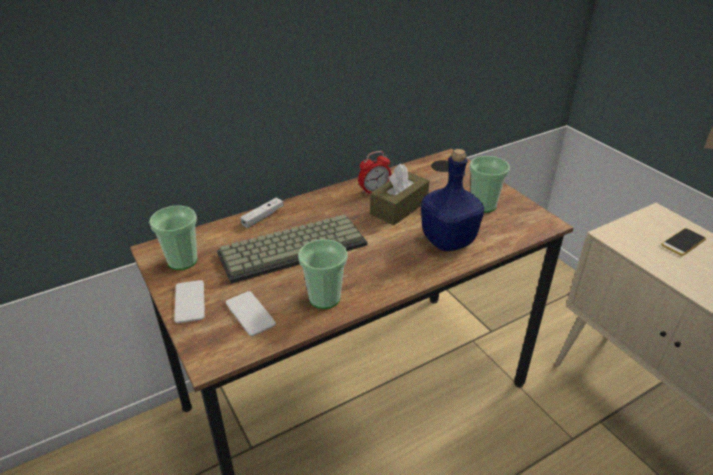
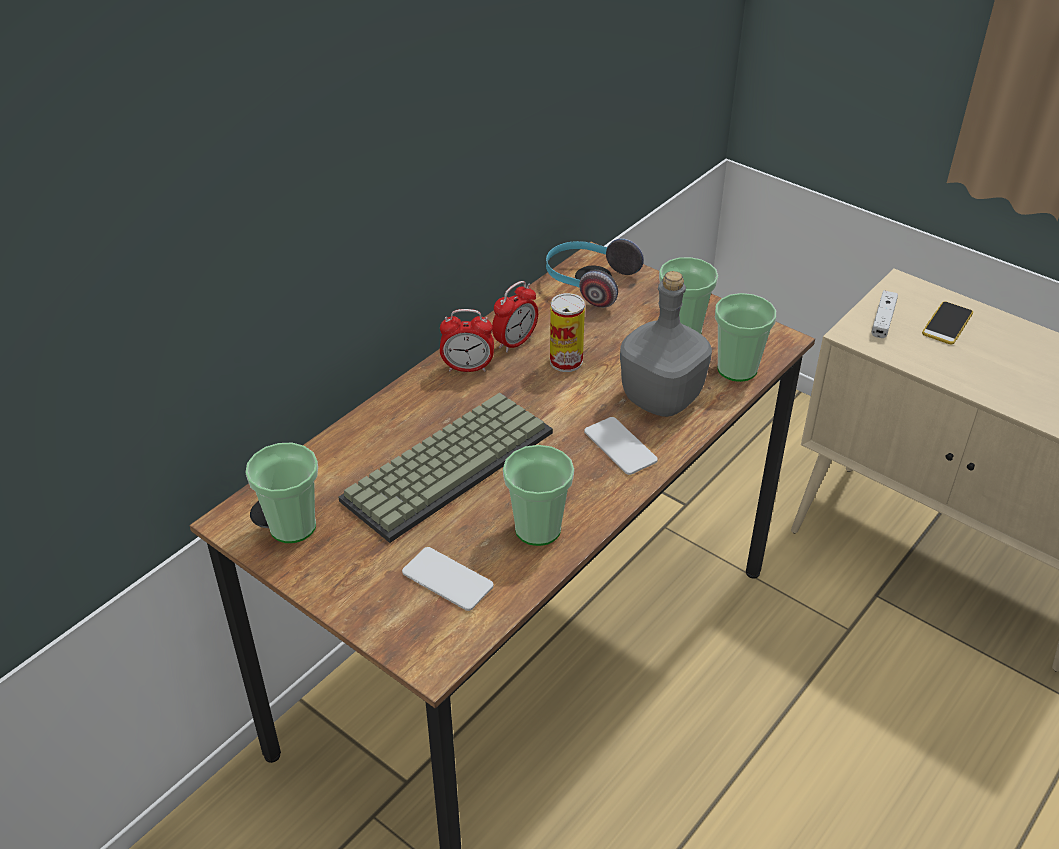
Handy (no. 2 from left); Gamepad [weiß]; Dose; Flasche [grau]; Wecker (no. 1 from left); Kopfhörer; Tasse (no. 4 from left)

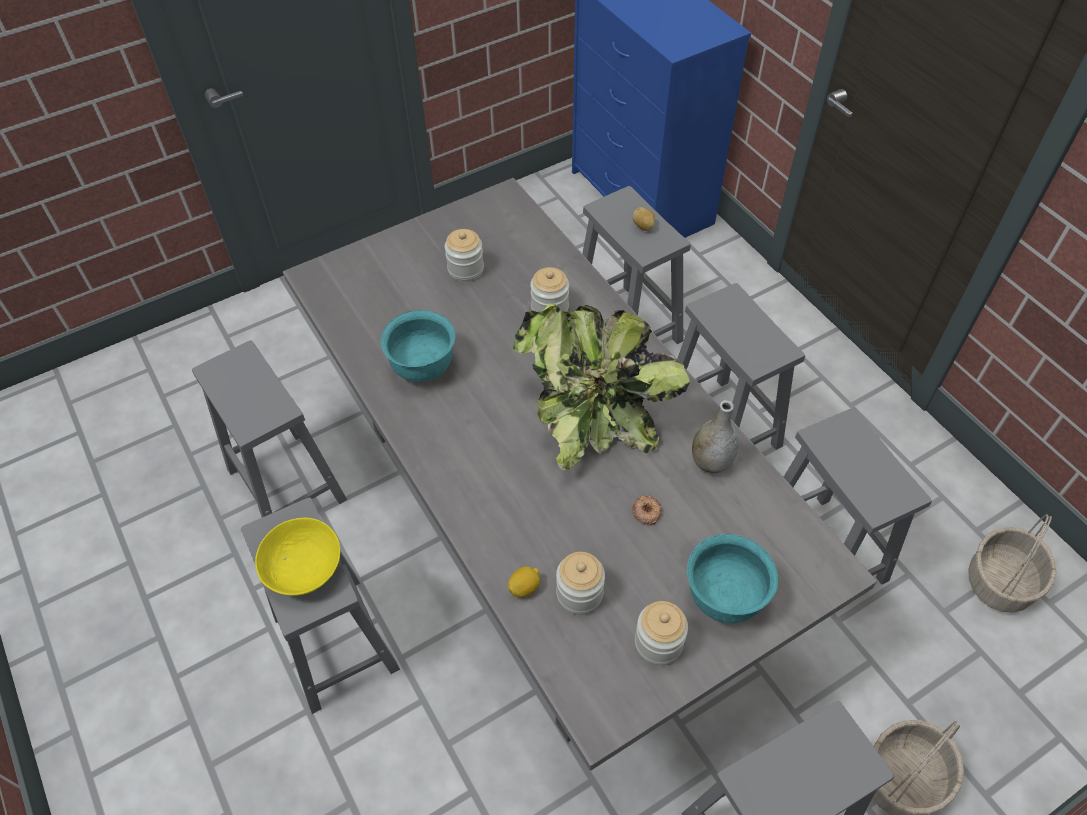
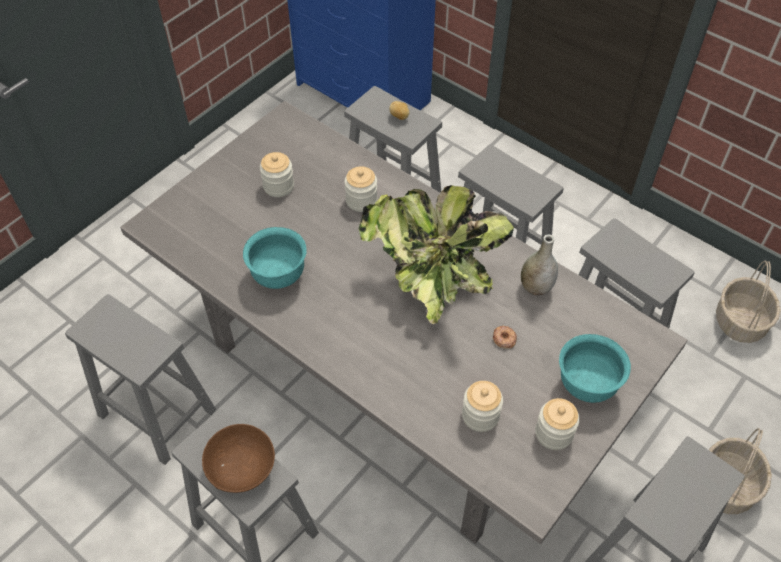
Schüssel [braun]; Zitrone

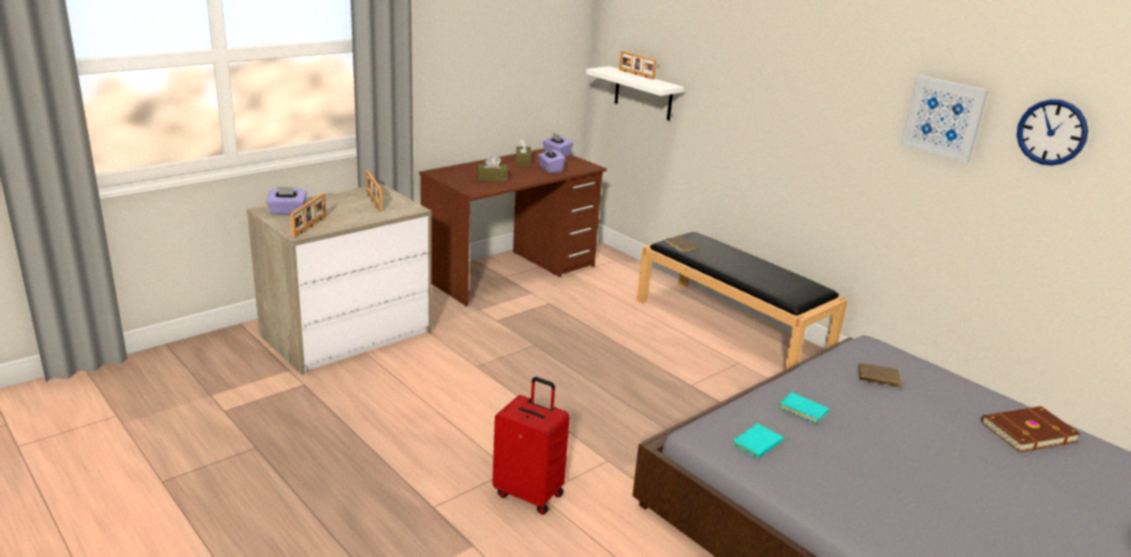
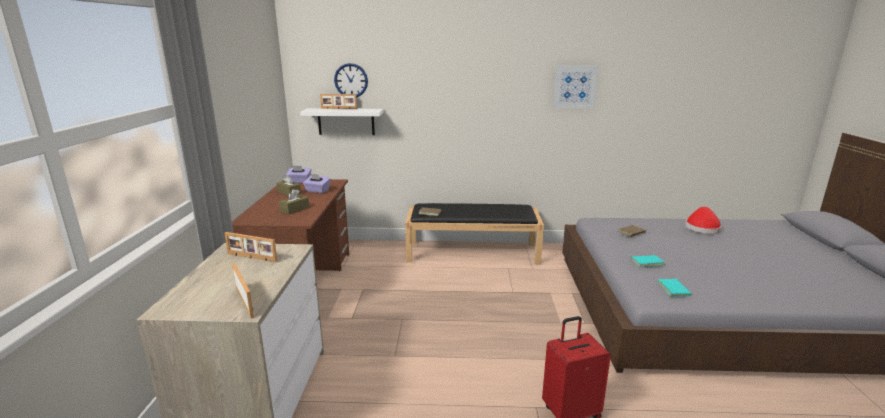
Taschentuchbox [lila] (no. 1 from left in the first image); Hut [rot]; Wanduhr

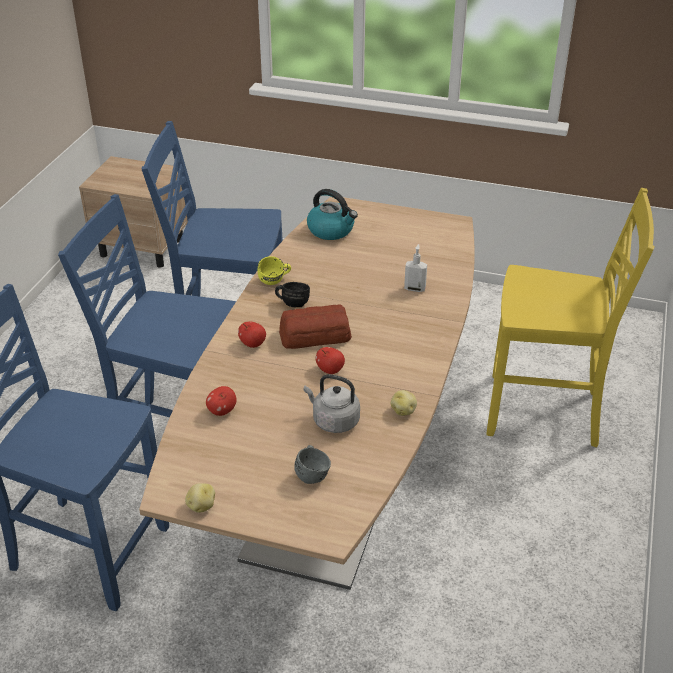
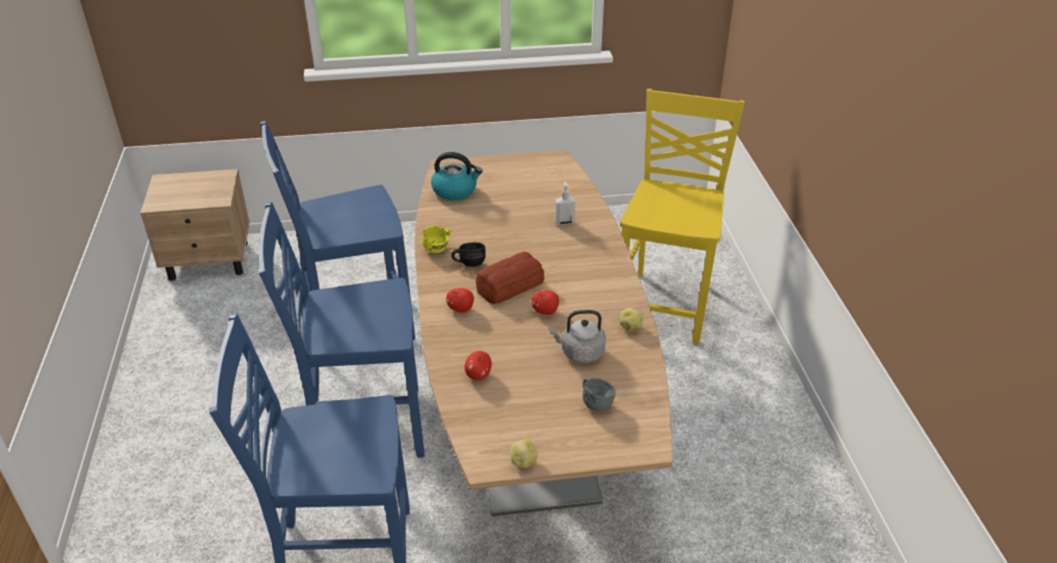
Stuhl [gelb]

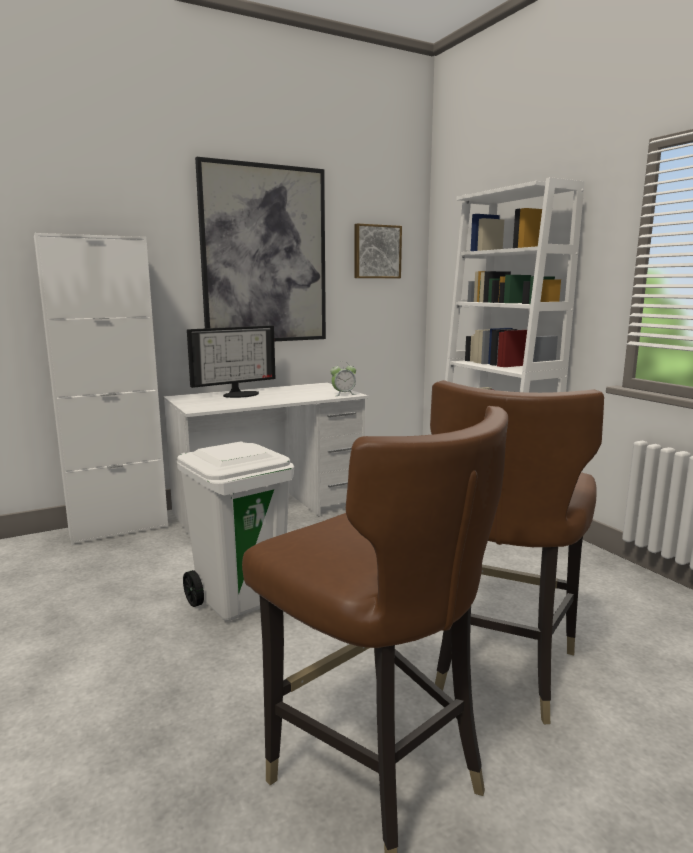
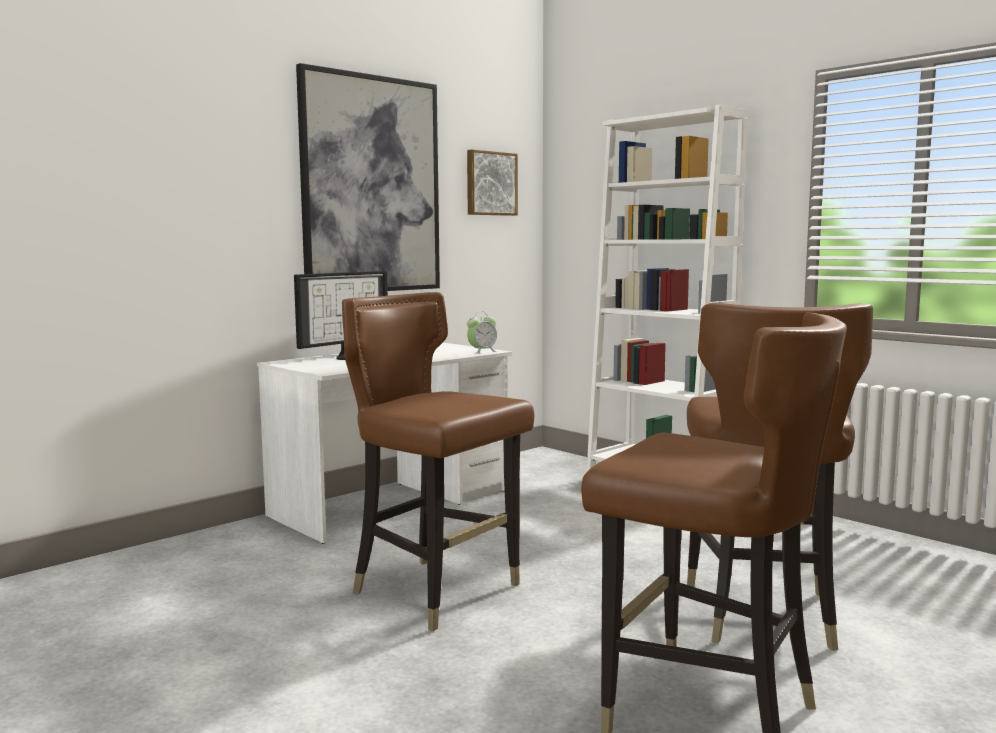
Schrank [weiß]; Stuhl [braun] (no. 1 from left)

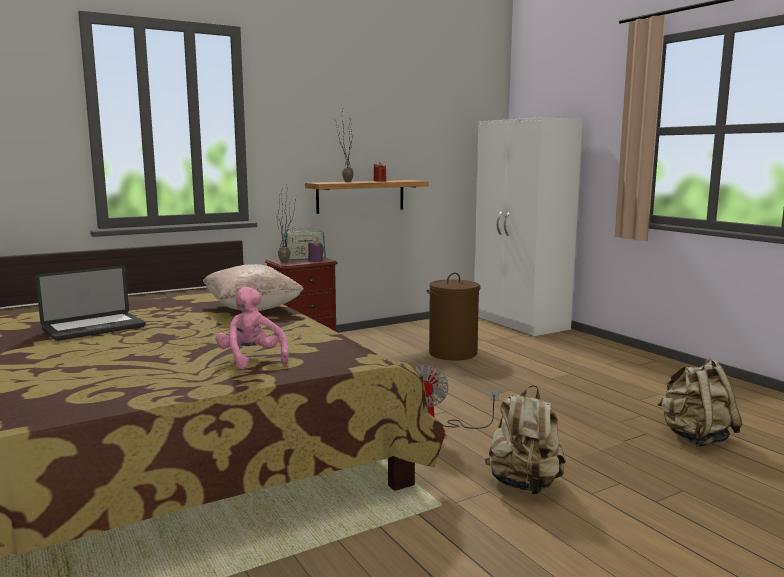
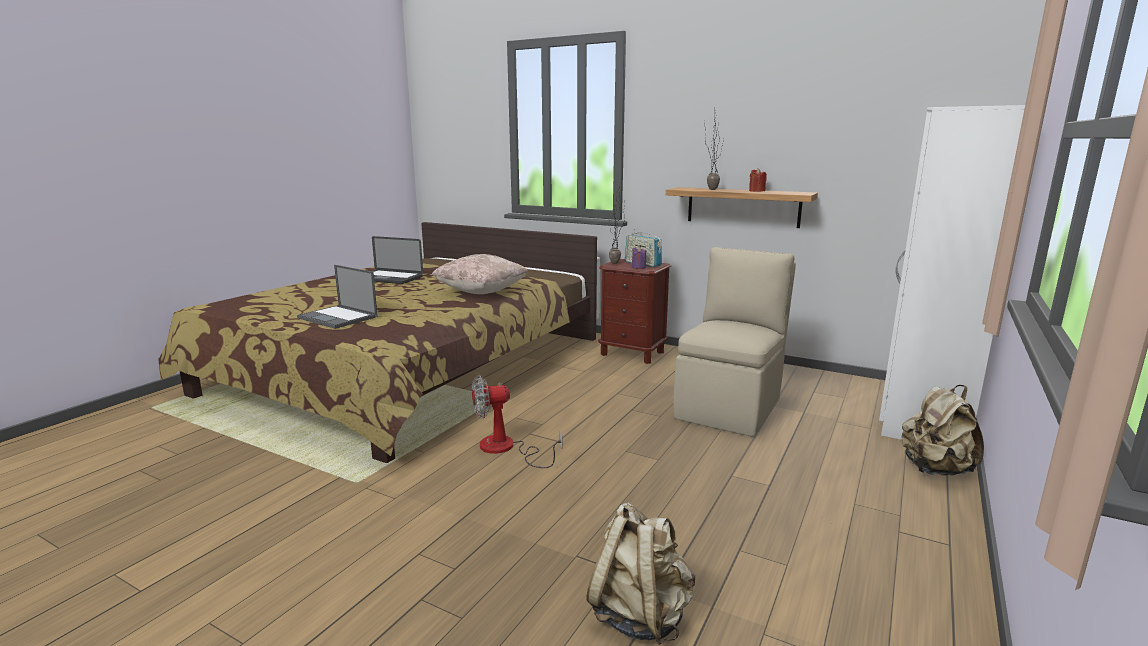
Laptop (no. 1 from left); Stuhl [beige]; Rucksack [beige] (no. 2 from left)

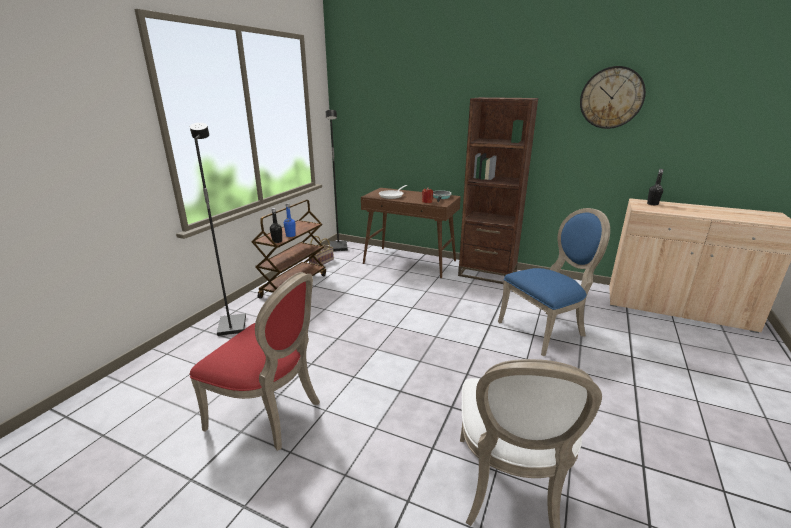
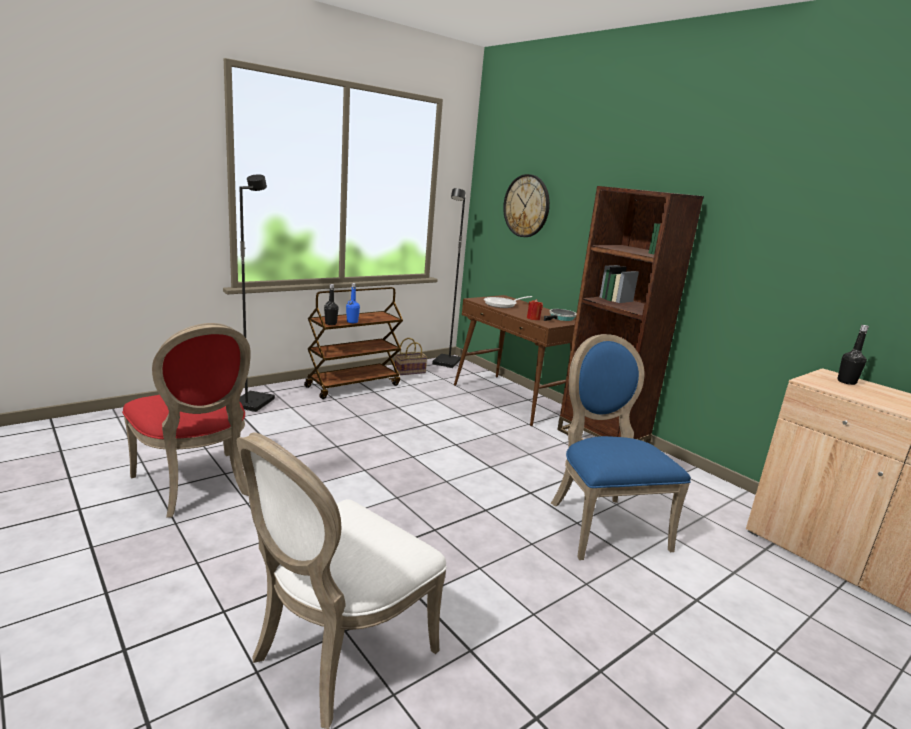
Stuhl [blau]; Wanduhr

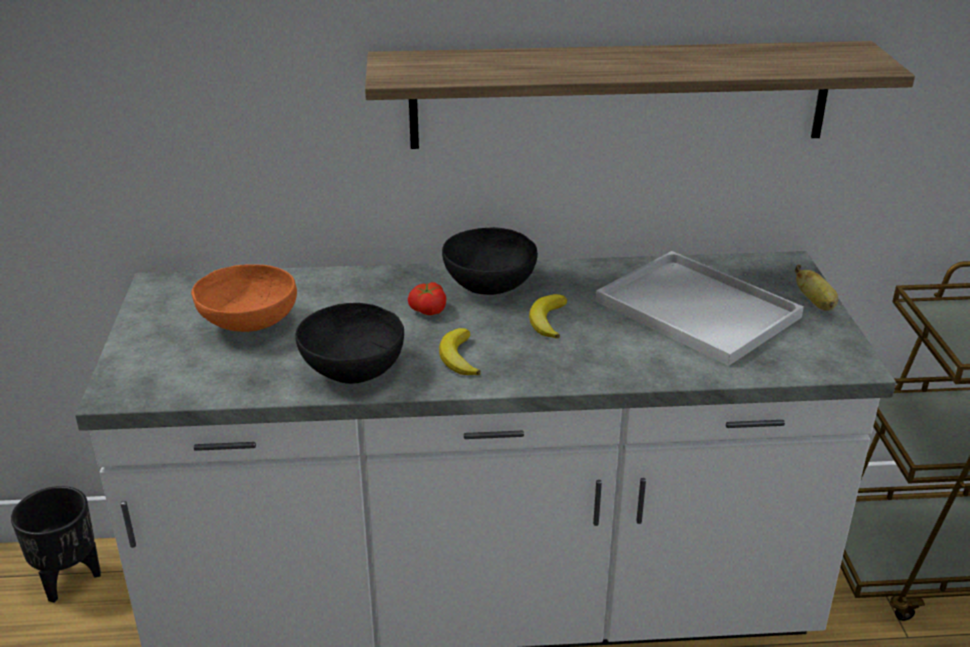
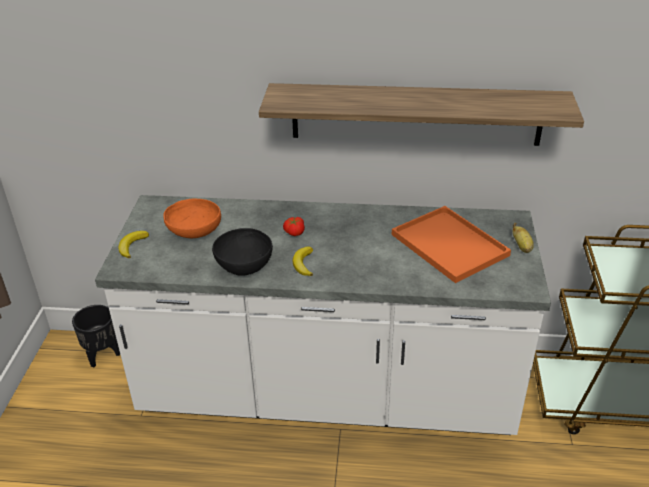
Schüssel [schwarz] (no. 2 from left in the first image); Banane (no. 1 from left); Tablett [orange]

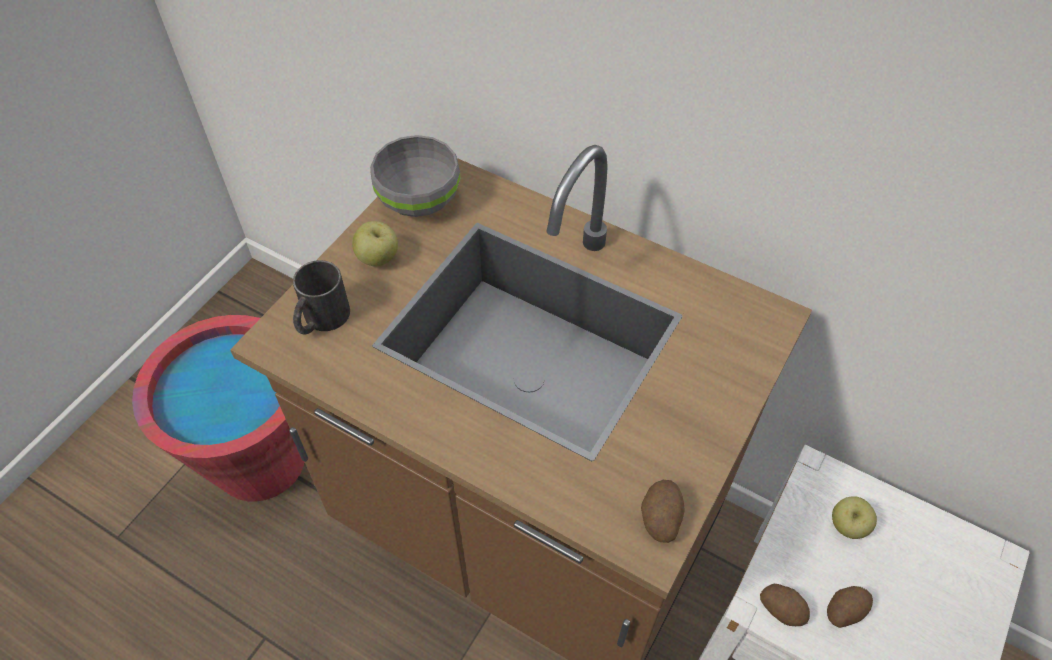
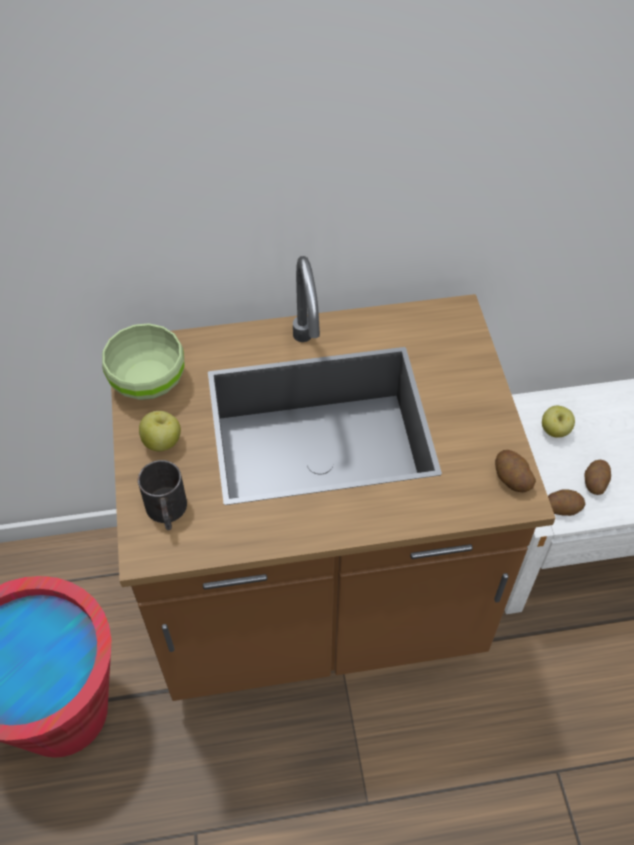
Schüssel [grün]

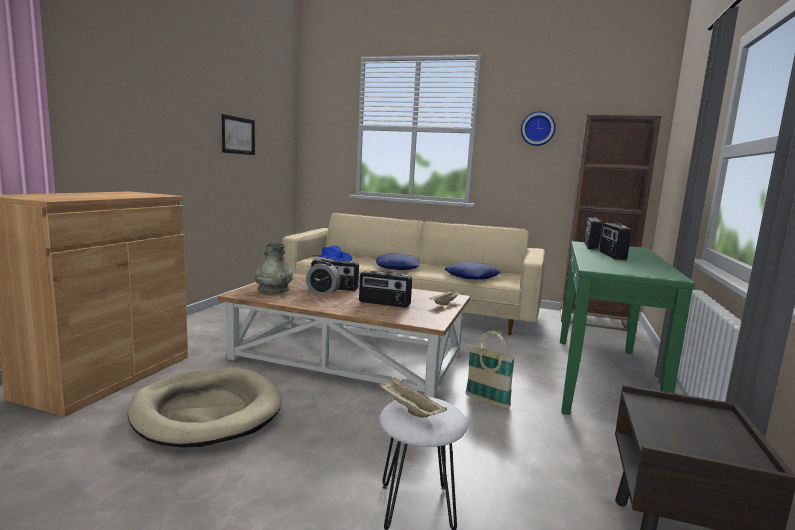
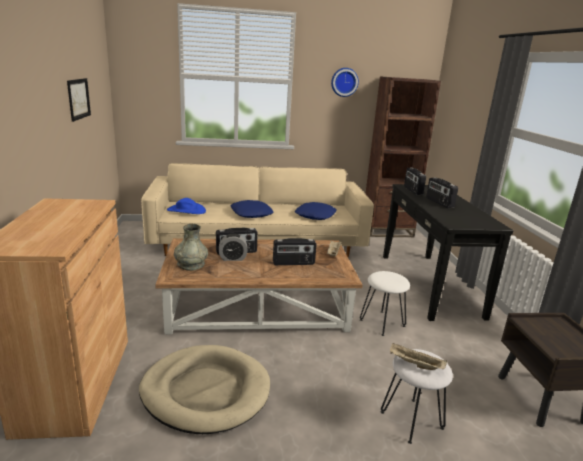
Hocker [weiß] (no. 1 from left); Konsolentisch [schwarz]

